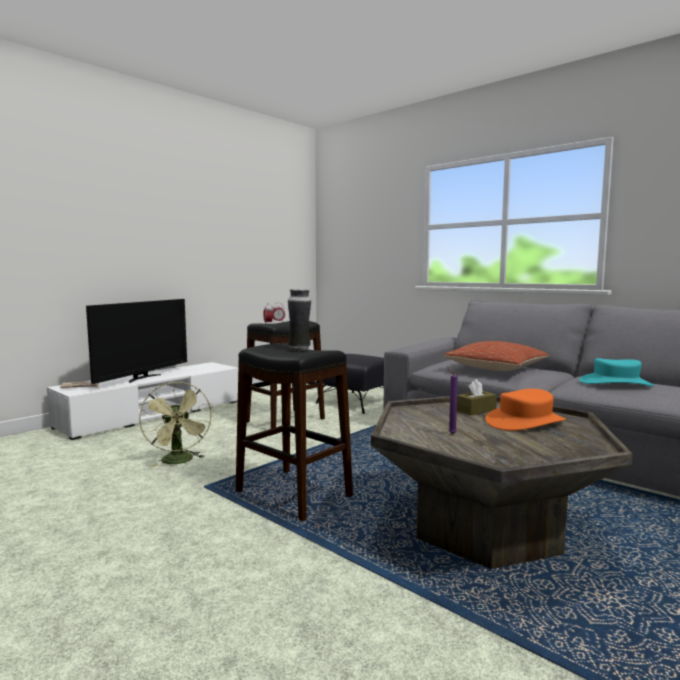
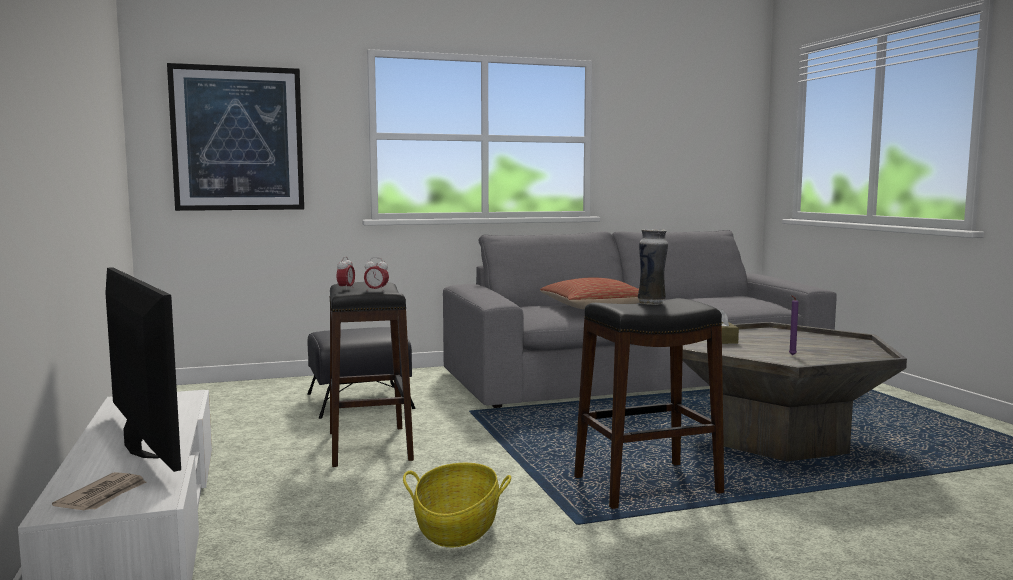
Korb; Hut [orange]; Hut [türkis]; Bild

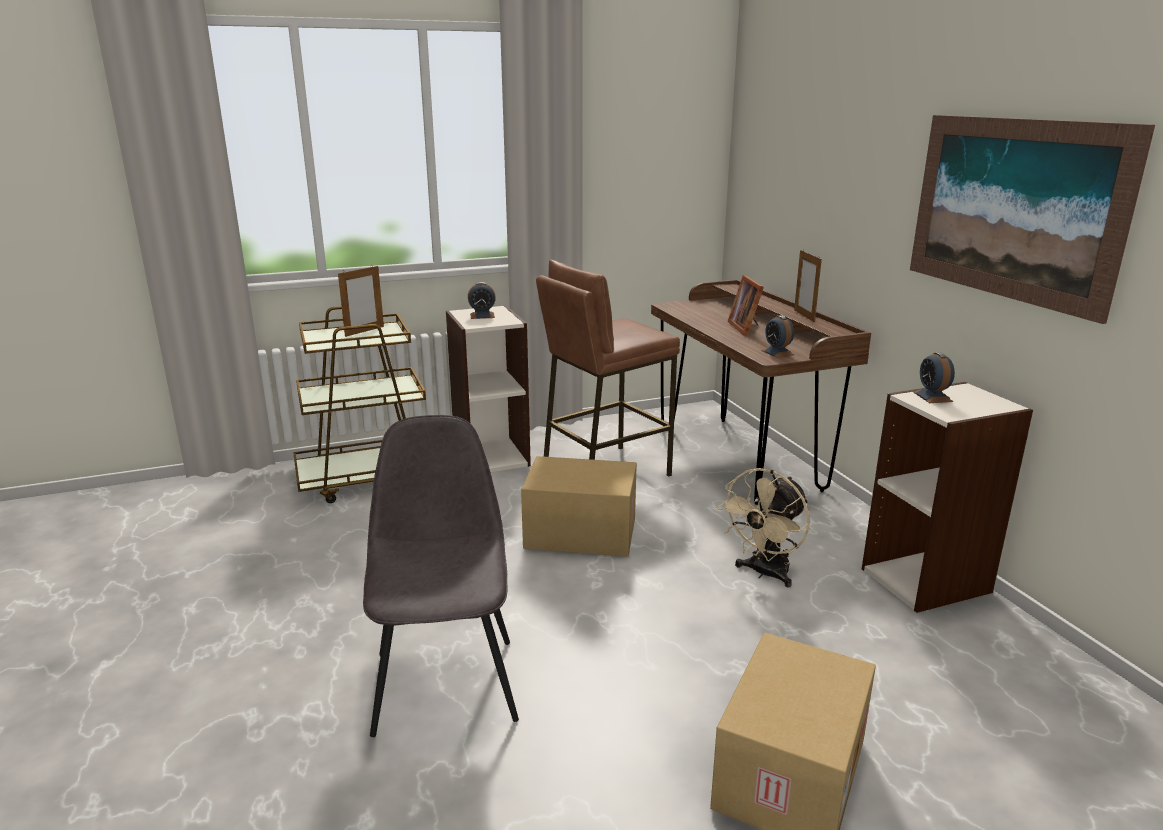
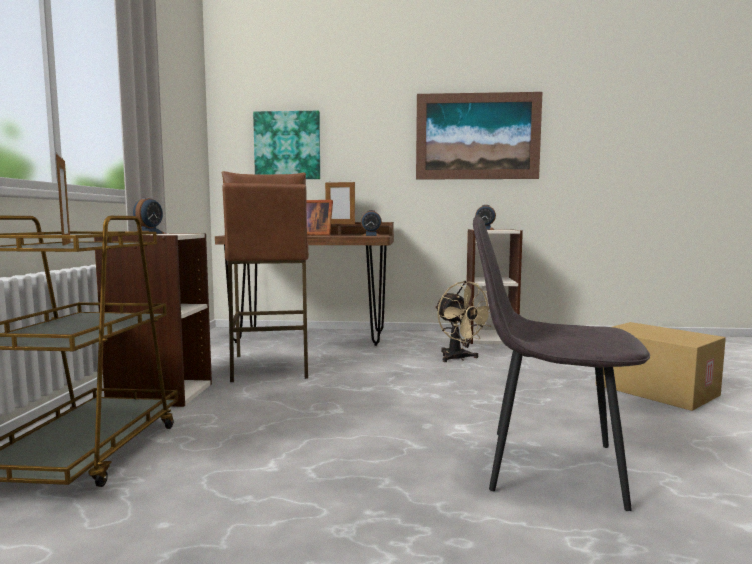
Karton (no. 1 from left in the first image); Bild (no. 1 from left)

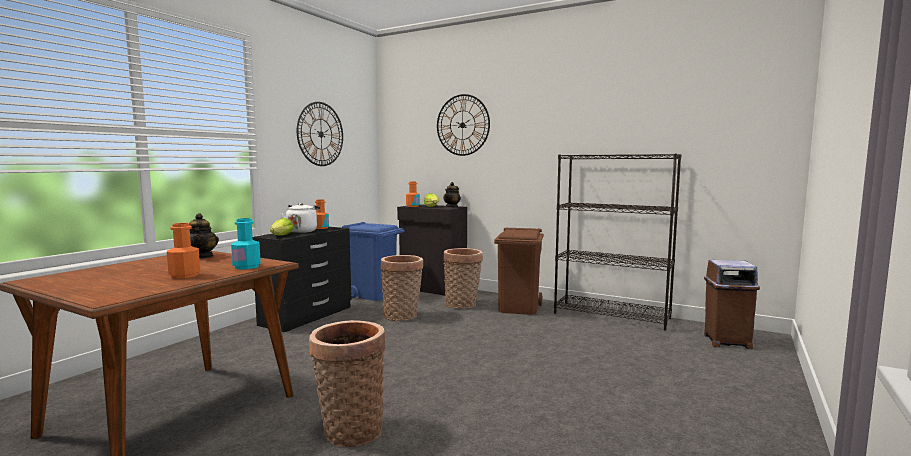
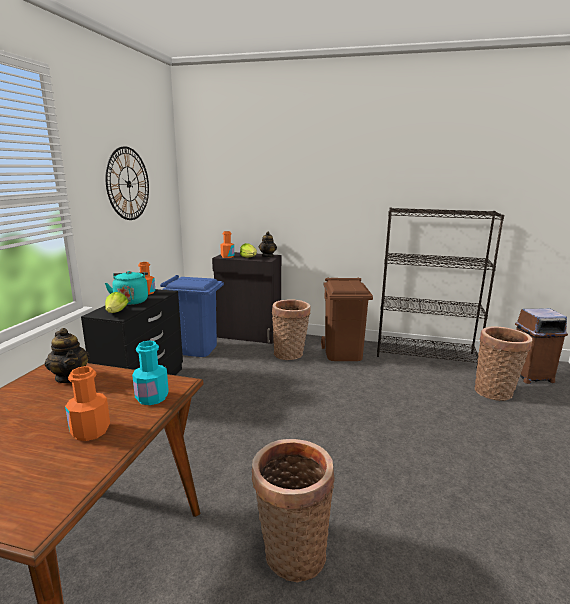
Wasserkessel [türkis]; Korb (no. 3 from left); Wanduhr (no. 2 from left in the first image)

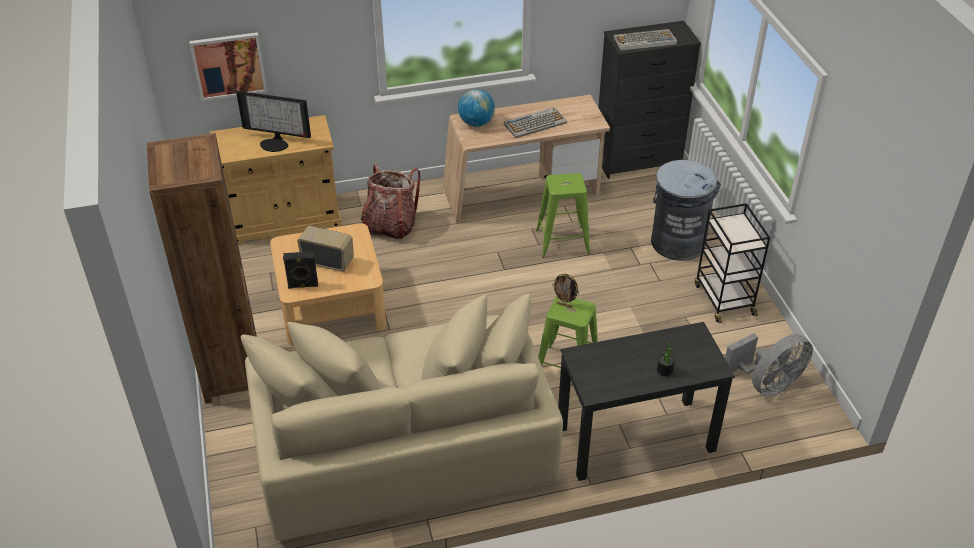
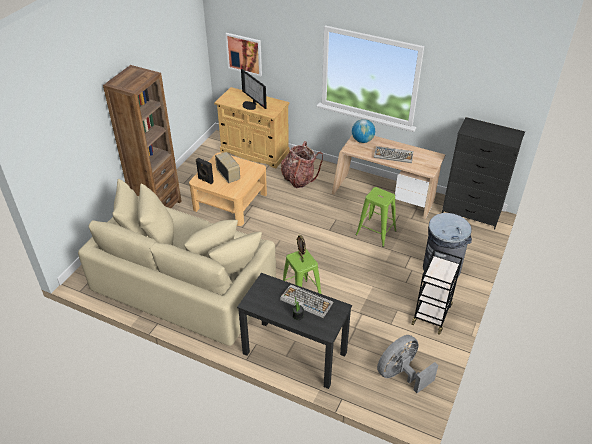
Tastatur (no. 1 from left); Ventilator [grau]

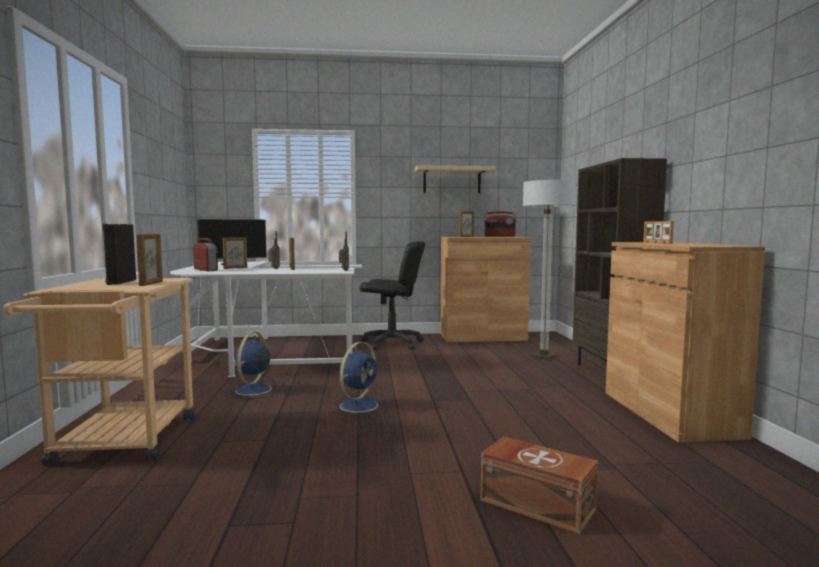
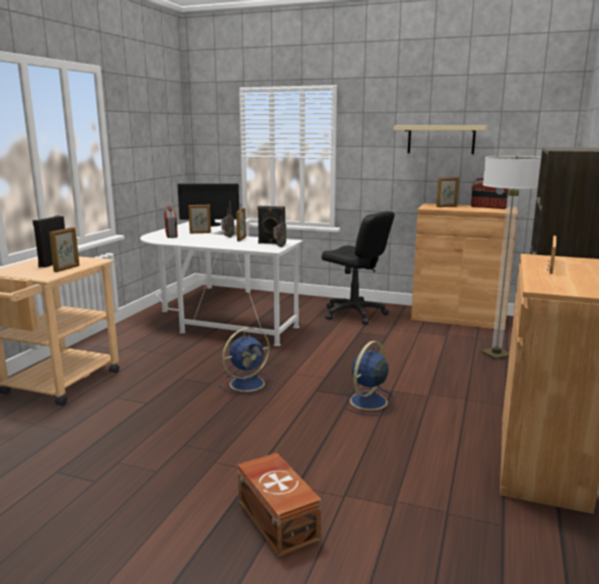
Ventilator [blau] (no. 2 from left); Lautsprecher [schwarz] (no. 2 from left)

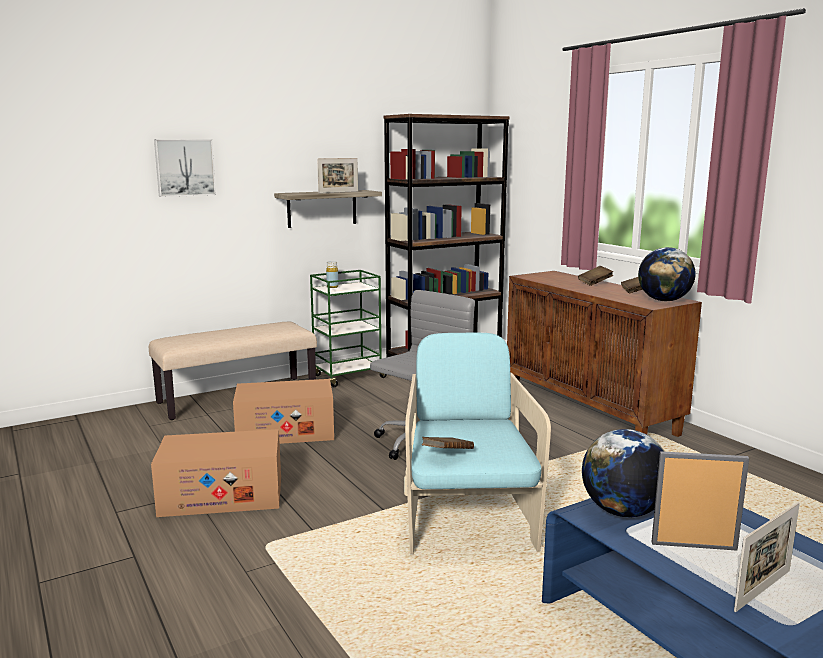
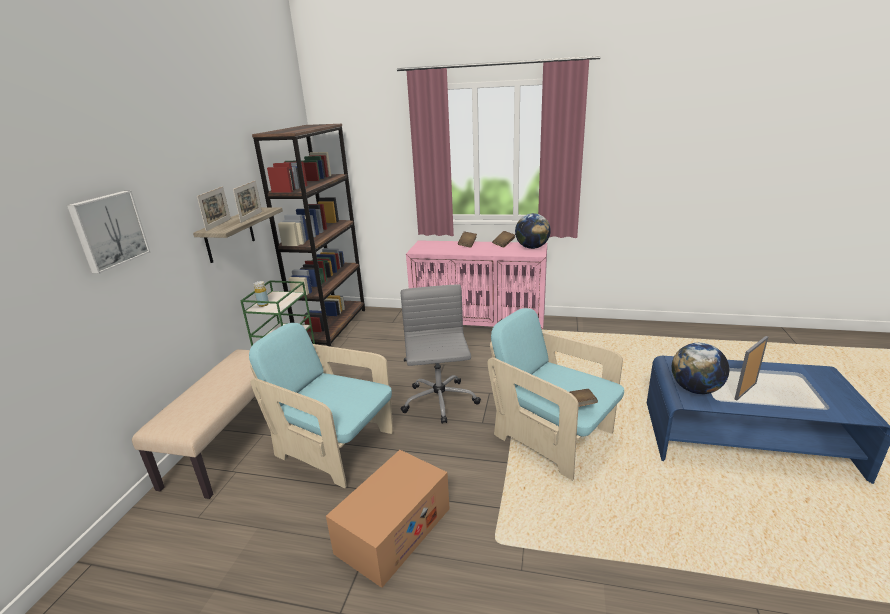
Sessel [türkis] (no. 1 from left); Schrank [rosa]; Bilderrahmen (no. 1 from left)

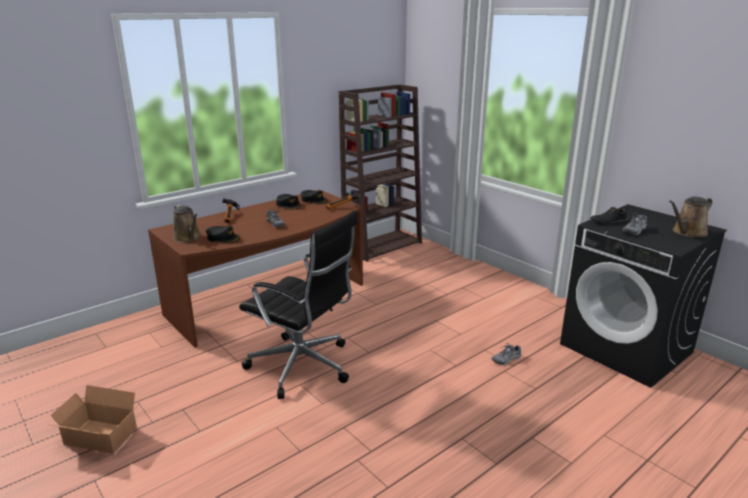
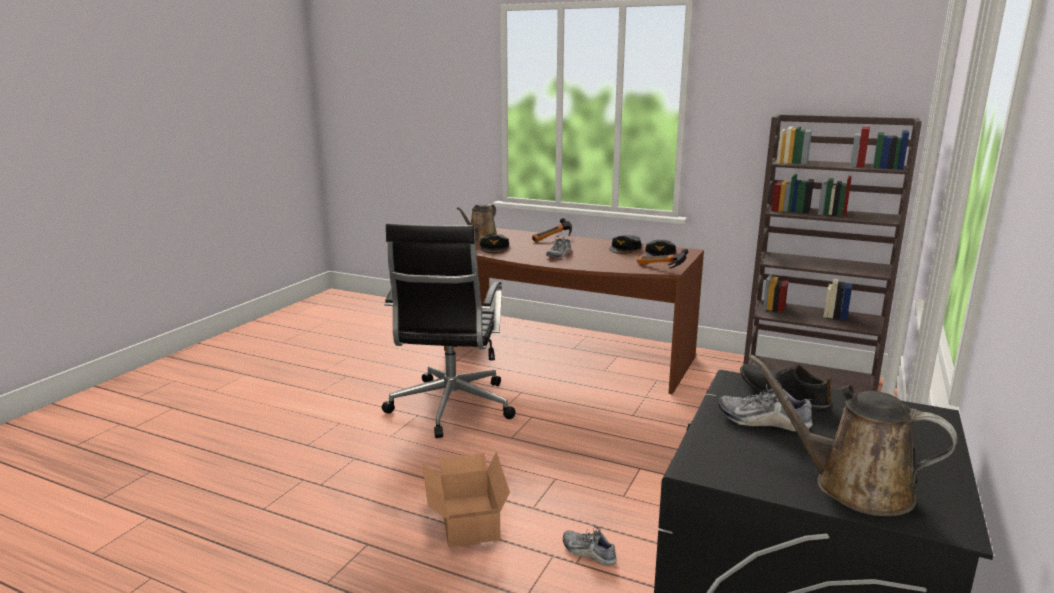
Karton

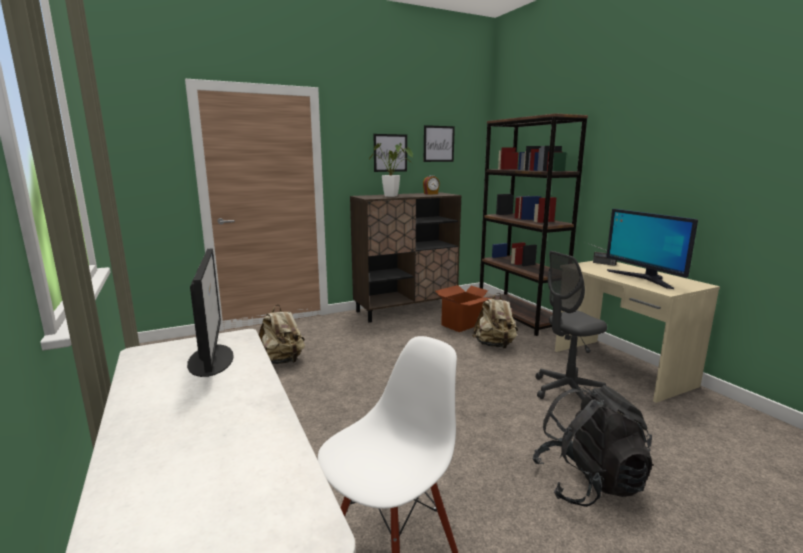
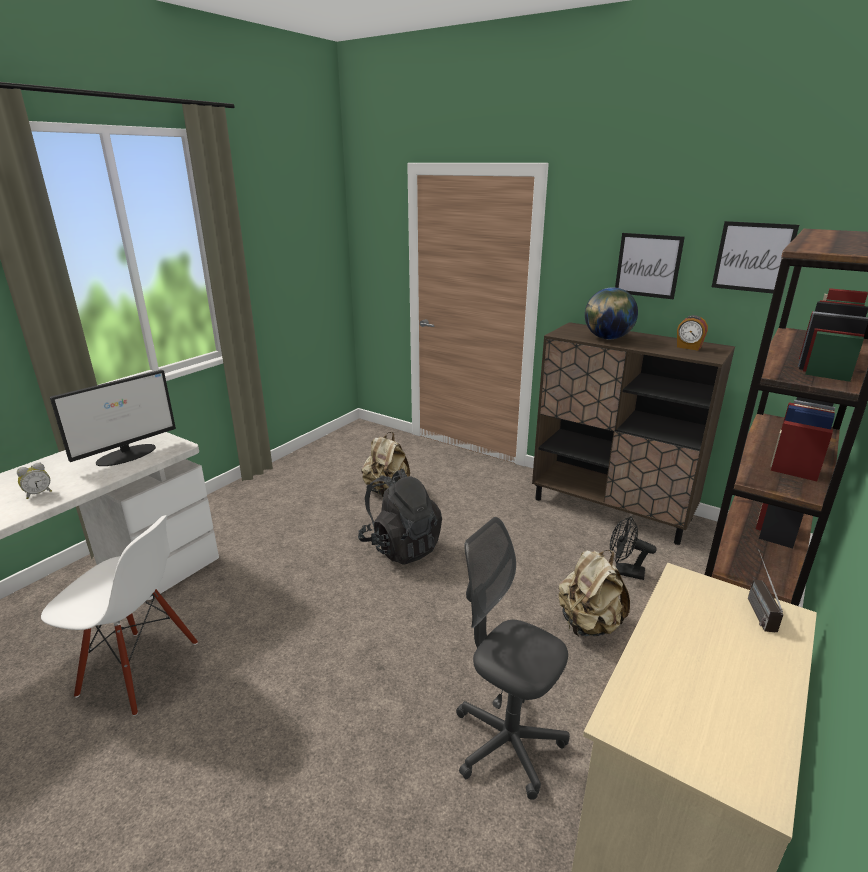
Globus; Ventilator [schwarz]; Rucksack [schwarz]; Monitor (no. 2 from left in the first image); Wecker (no. 1 from left)

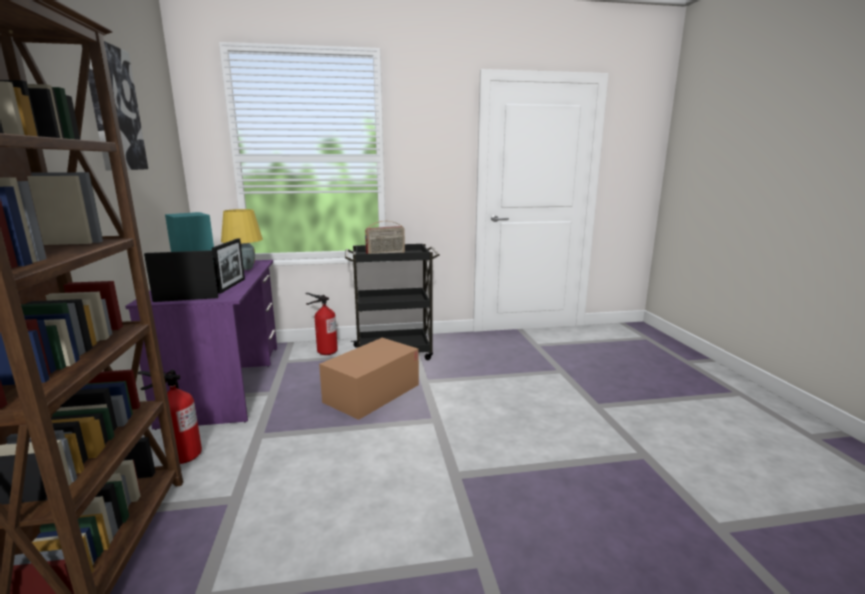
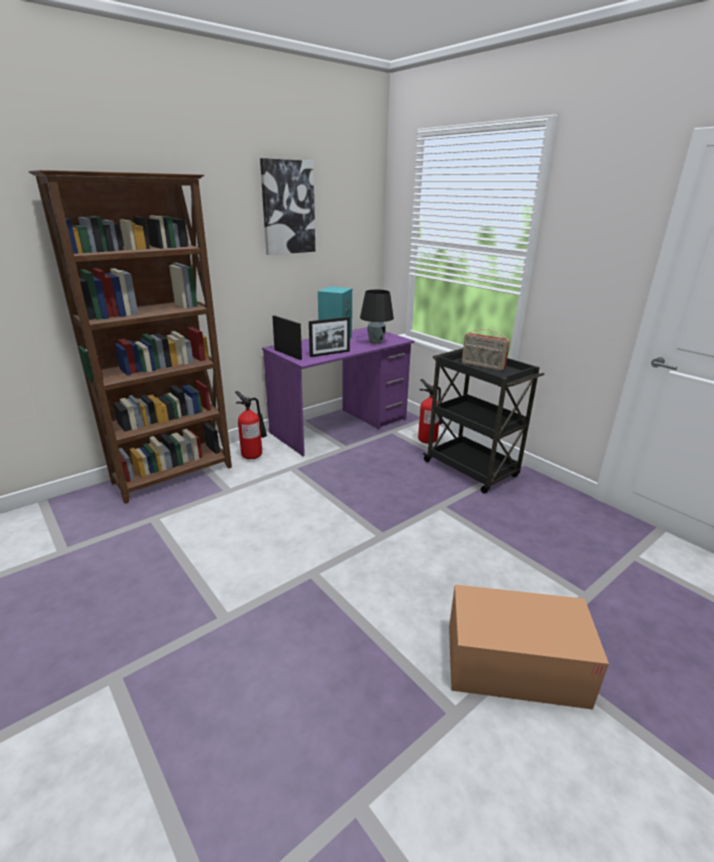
Tischlampe [schwarz]; Karton

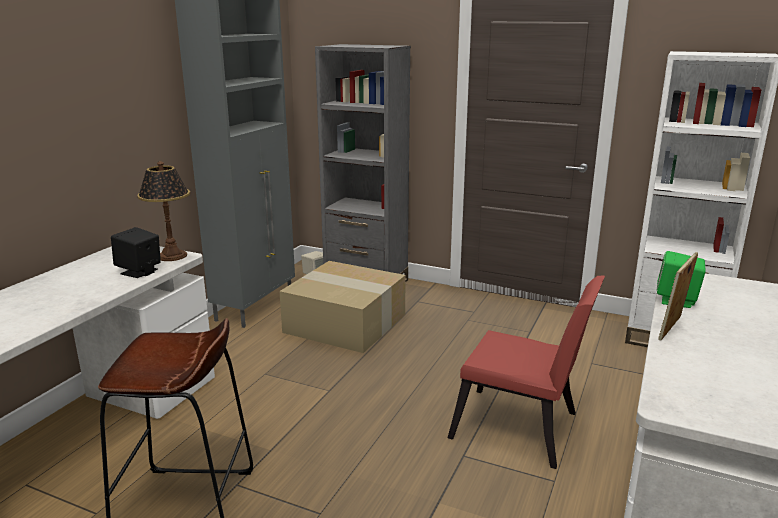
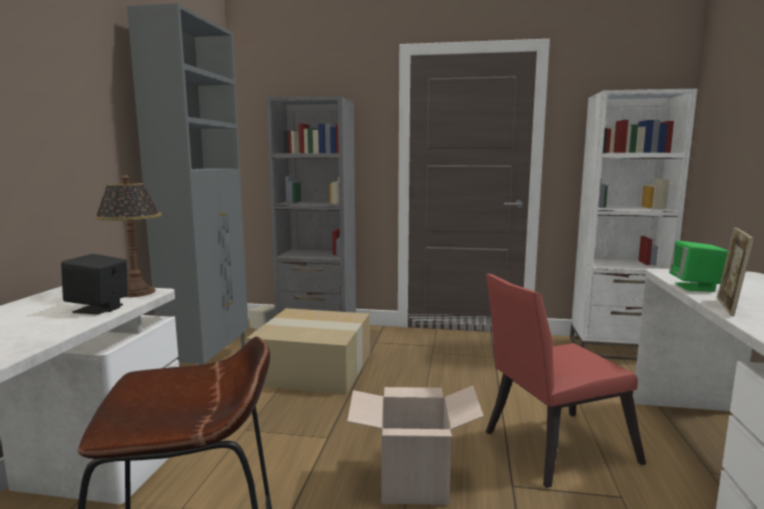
Stuhl [rot]; Karton (no. 2 from left)

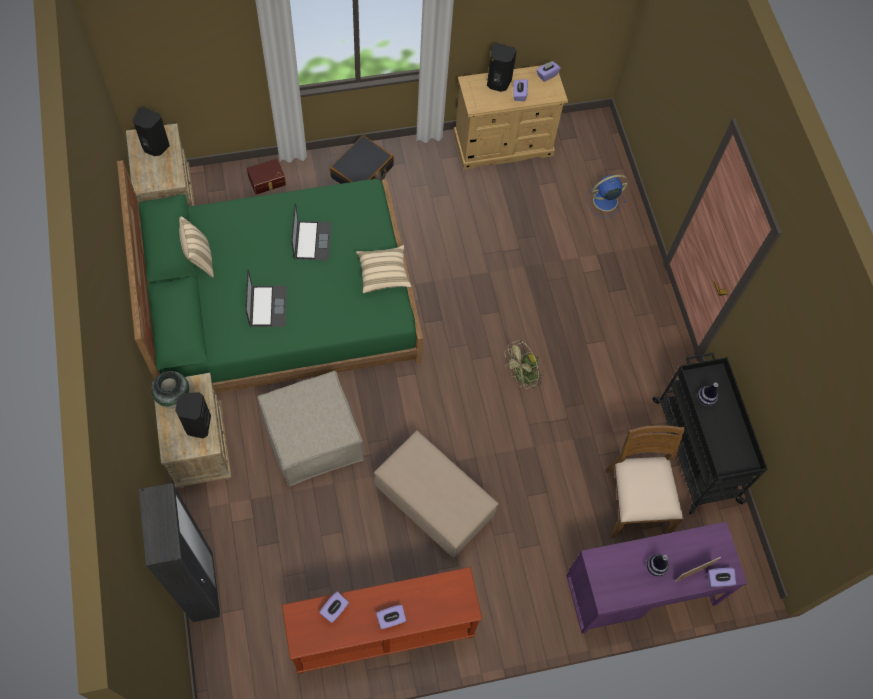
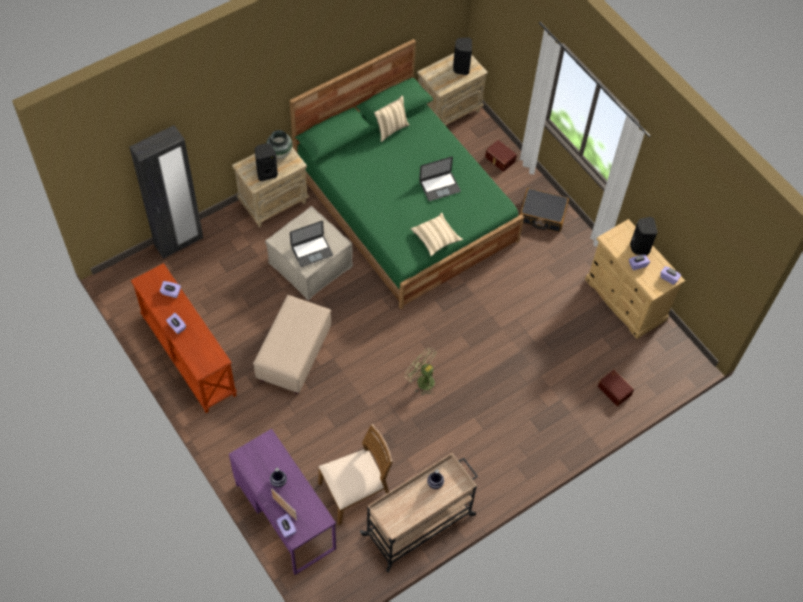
Laptop (no. 1 from left); Aufbewahrungsbox [braun] (no. 2 from left); Rollwagen [beige]

